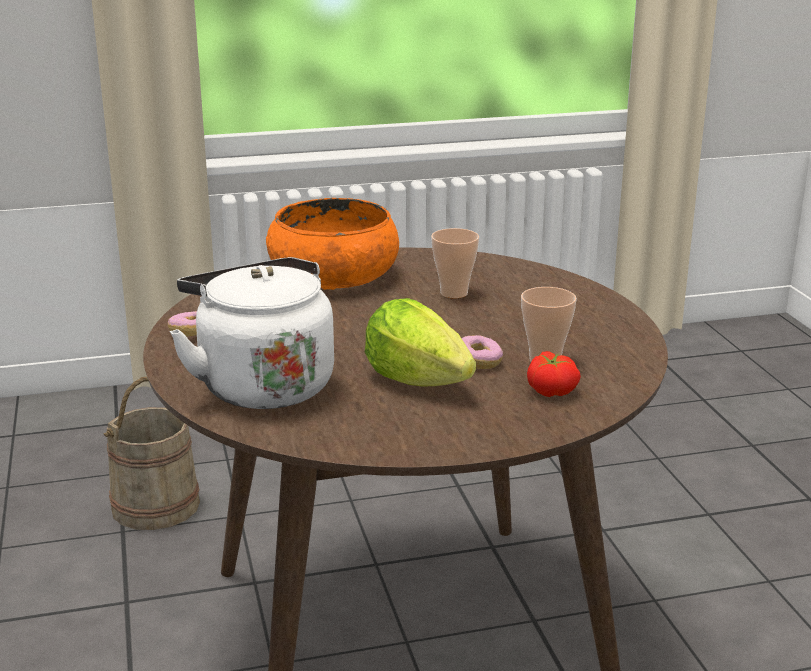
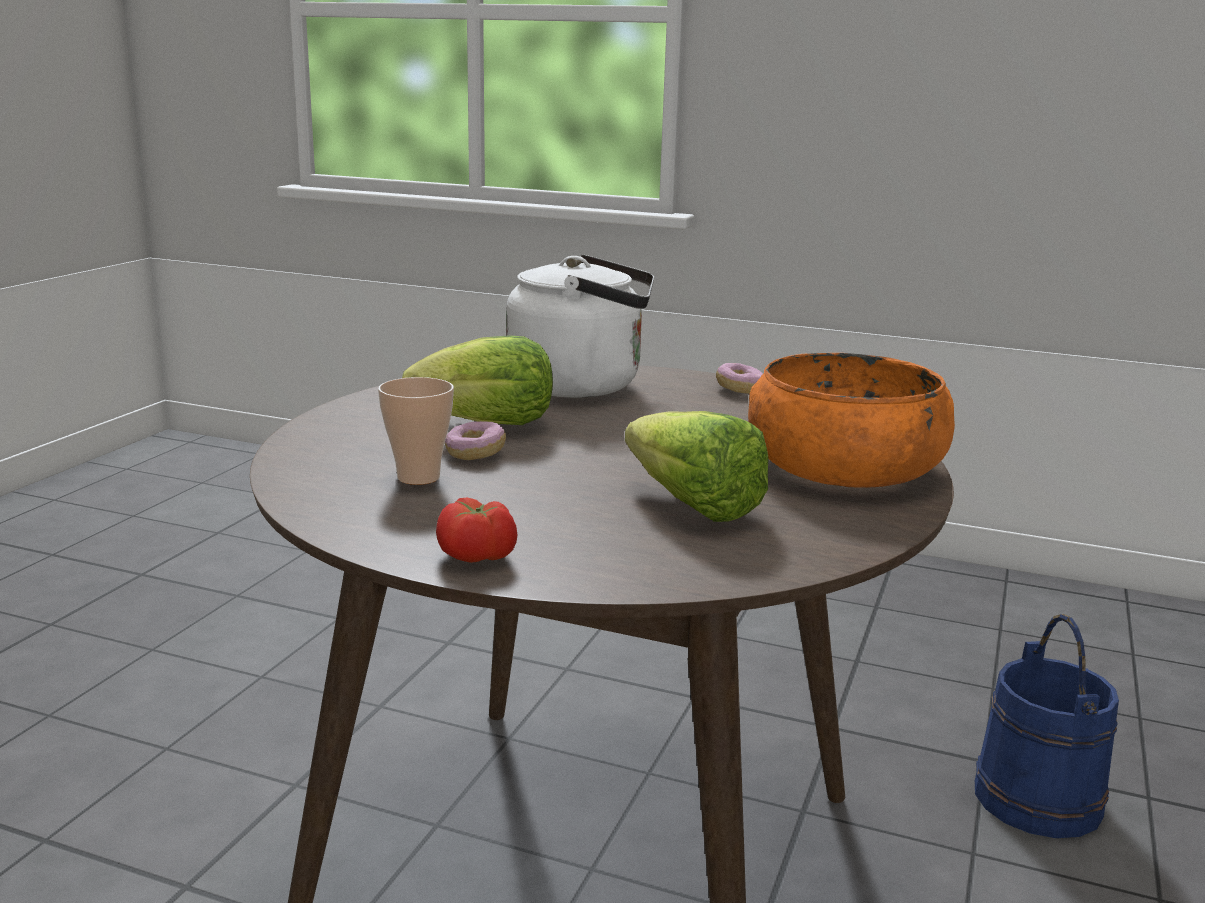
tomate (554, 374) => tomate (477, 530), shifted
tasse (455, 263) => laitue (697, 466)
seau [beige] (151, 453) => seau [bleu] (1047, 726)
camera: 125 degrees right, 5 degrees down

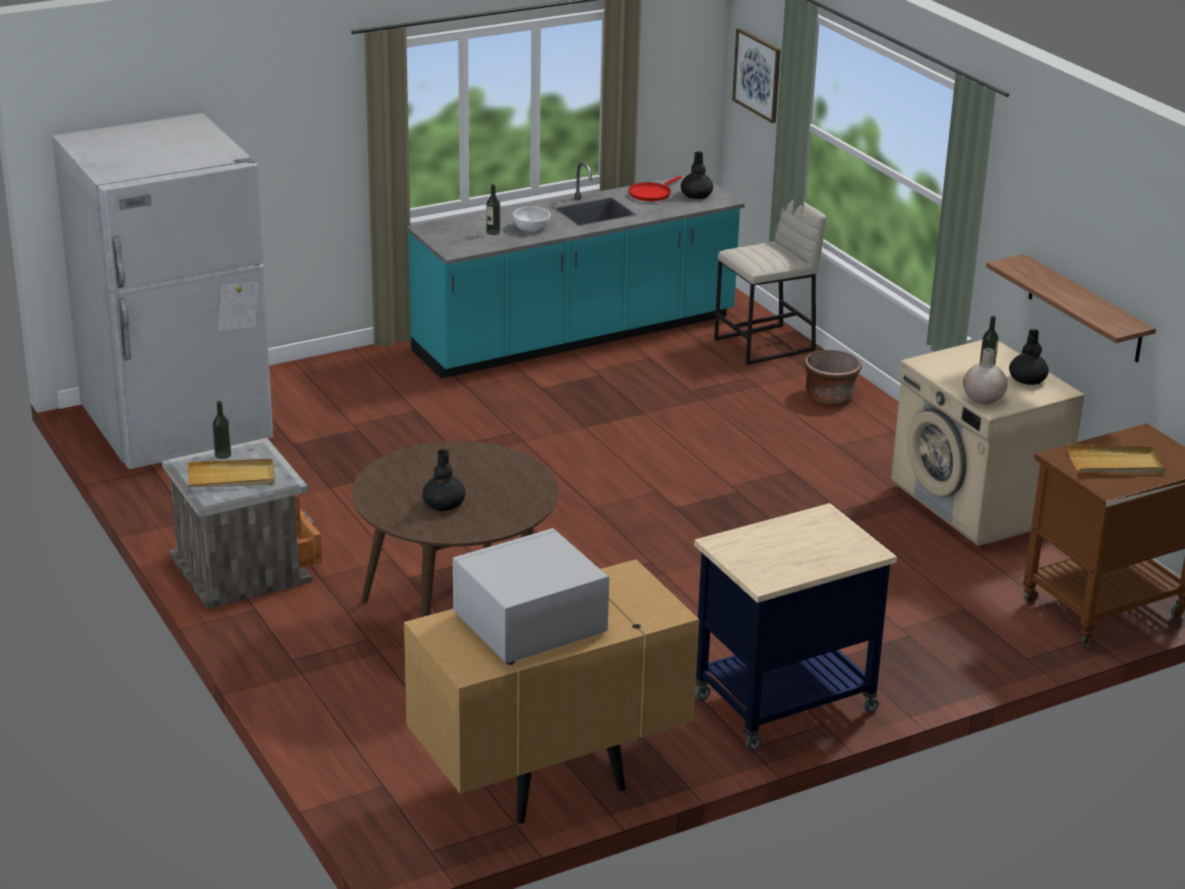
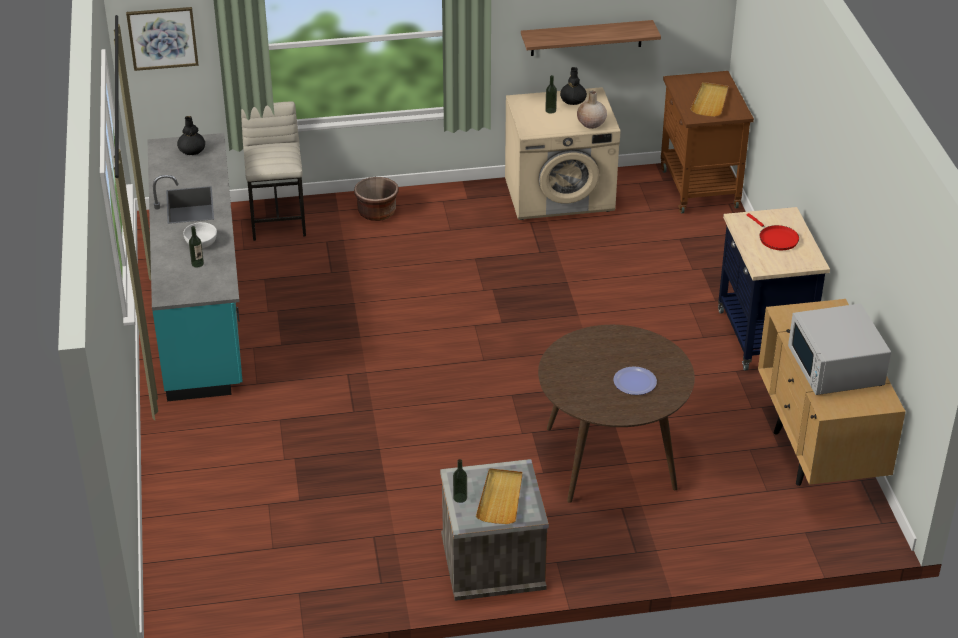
réfrigérateur [blanc] (162, 291) => nothing
poêle [rouge] (655, 188) => poêle [rouge] (773, 231), shifted
vase [noir] (443, 480) => assiette (635, 381)
camera: 70 degrees left, 10 degrees up

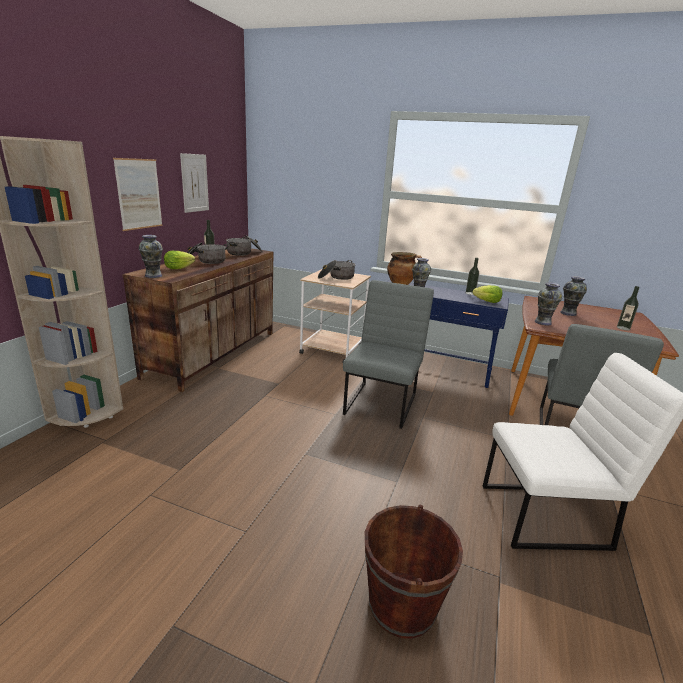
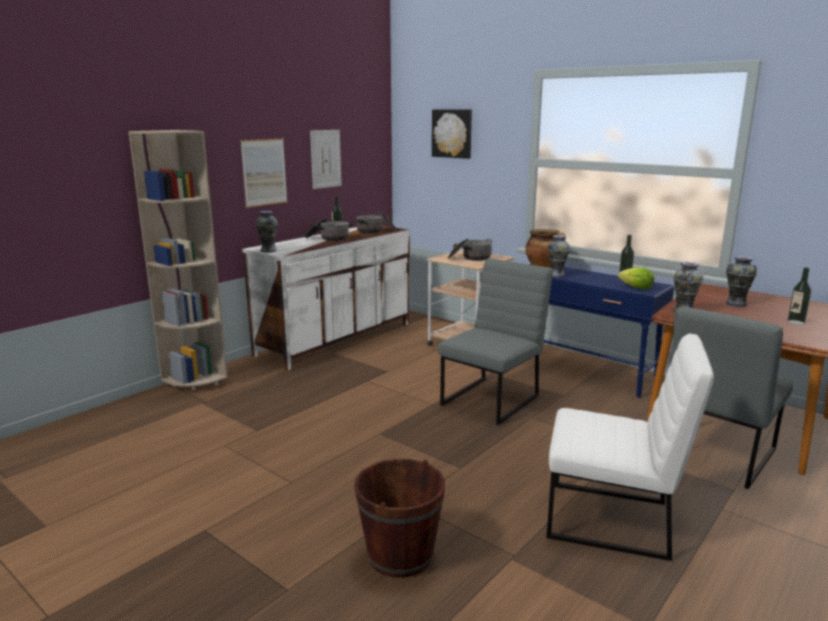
laitue (179, 260) => nothing
nothing => tableau (452, 134)
meuble de rangement [marron] (197, 320) => meuble de rangement [blanc] (326, 298)
camera: 20 degrees right, 5 degrees down

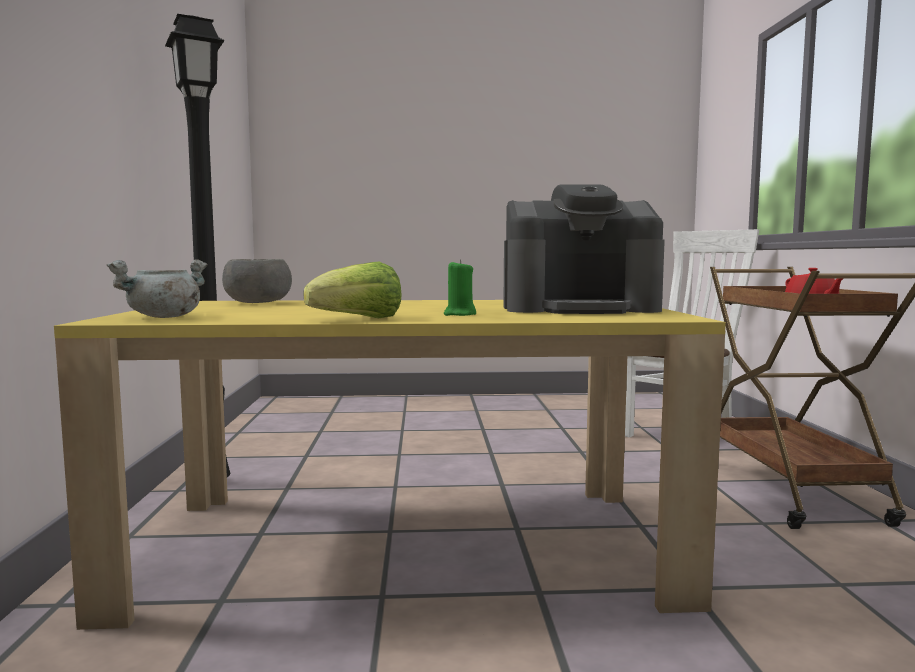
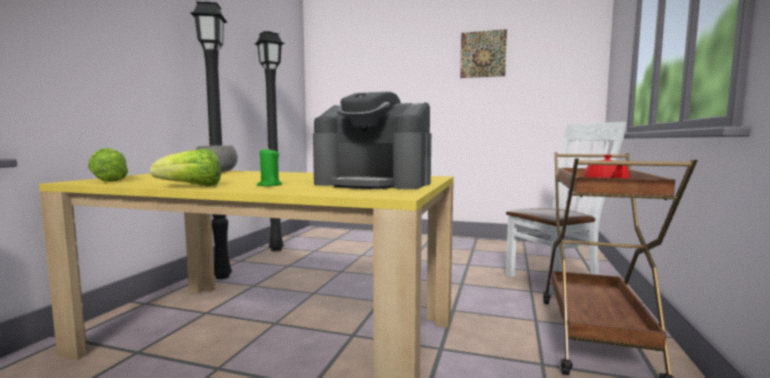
nothing => lampadaire [noir] (270, 141)
nothing => tableau (483, 53)
marmite [gris] (157, 288) => laitue (108, 165)
camera: 20 degrees right, 0 degrees up

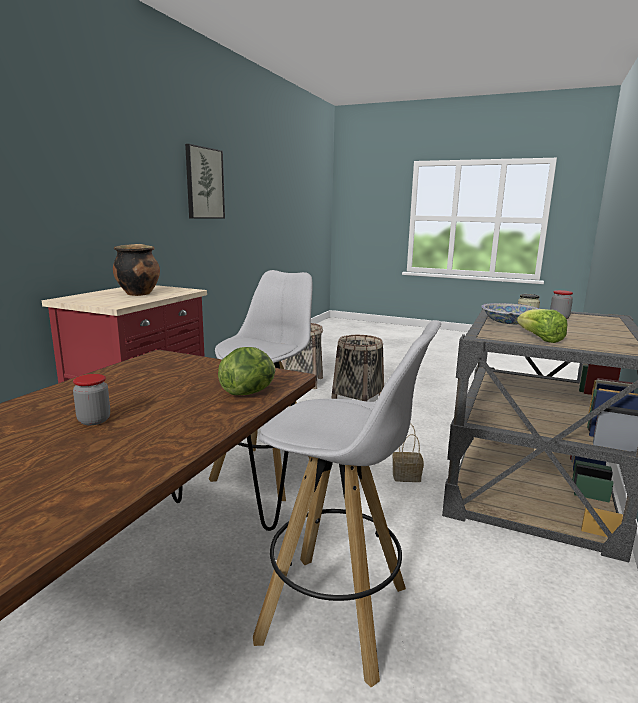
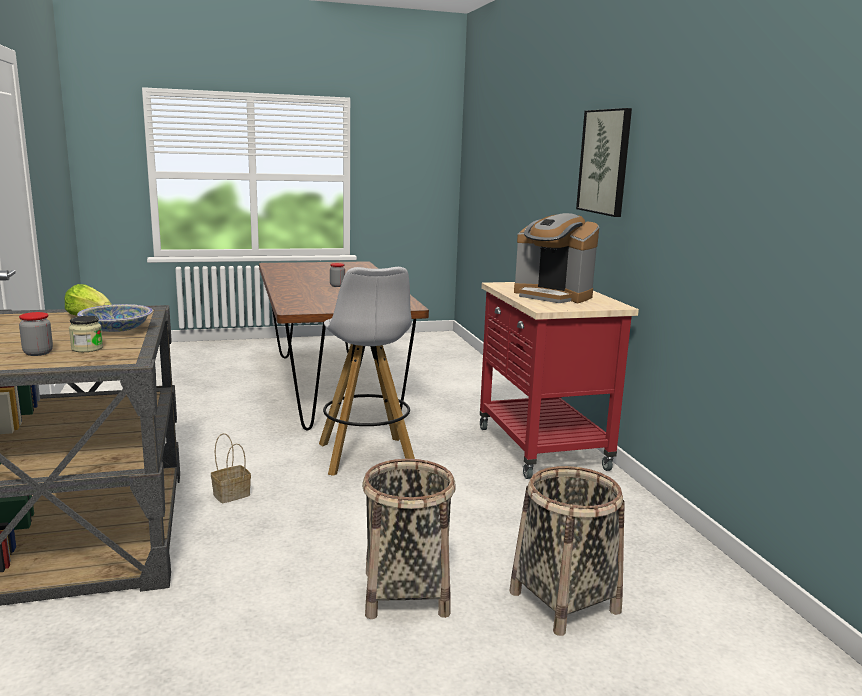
laitue (246, 371) => nothing
tabouret [blanc] (347, 504) => nothing
tableau (205, 181) => tableau (604, 162), shifted
marmite (136, 270) => machine à café (556, 258)
camera: 140 degrees right, 0 degrees up

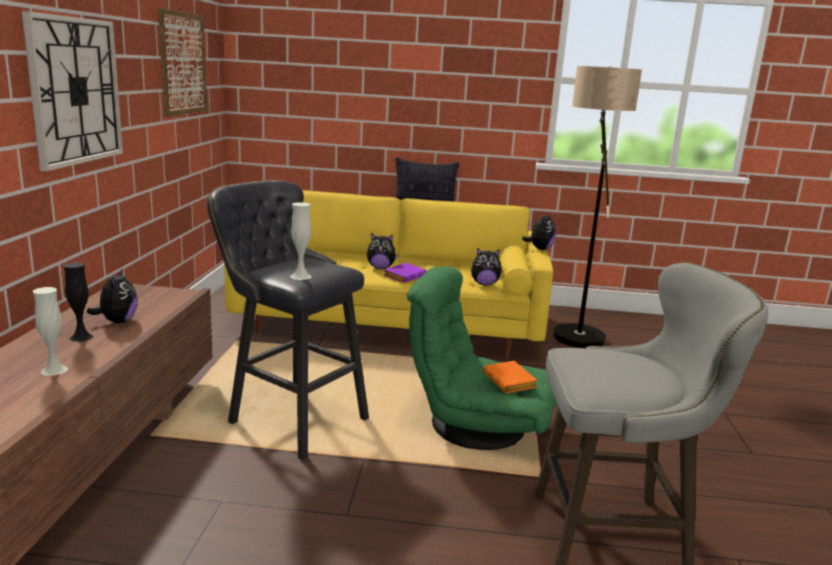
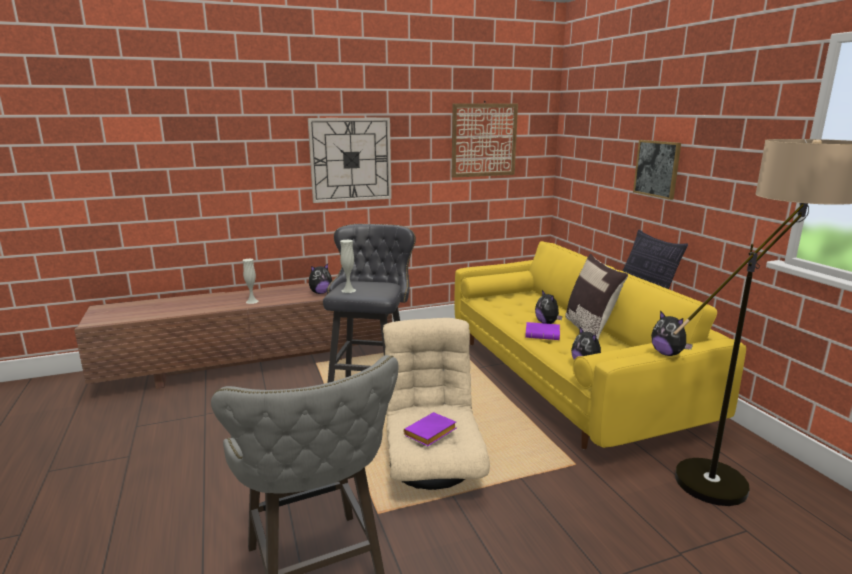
vase [noir] (78, 302) => nothing
nothing => coussin (596, 297)
nothing => tableau (657, 170)
fauteuil [vert] (482, 358) => fauteuil [beige] (436, 404)
livre [orange] (510, 377) => livre [violet] (430, 429)
peluche (539, 231) => peluche (672, 333), 60 degrees clockwise
camera: 65 degrees right, 0 degrees up

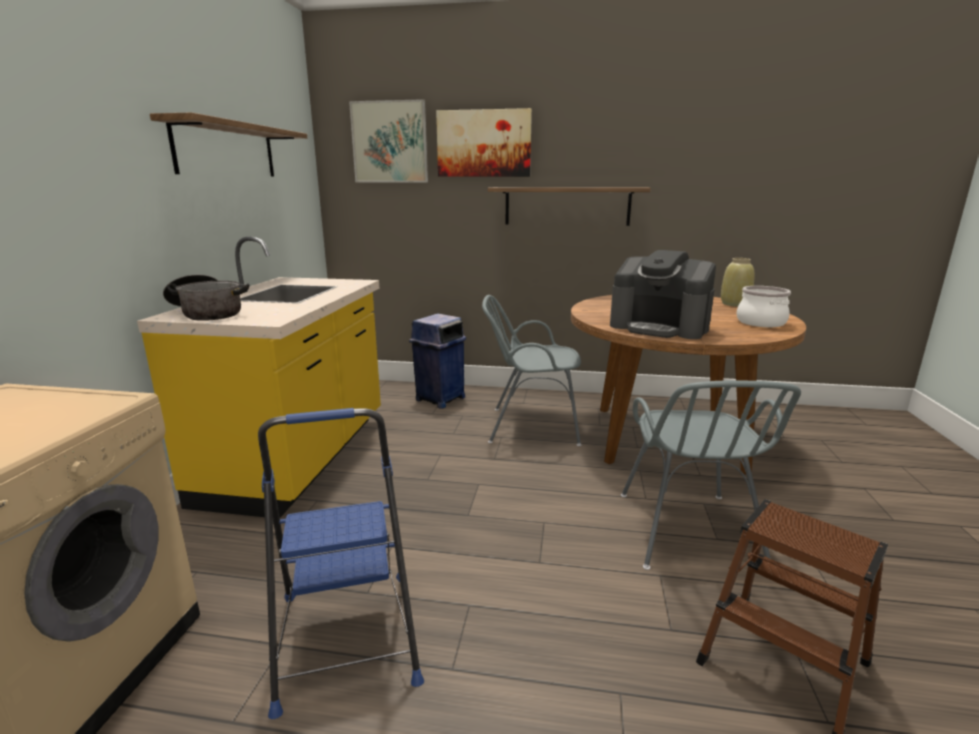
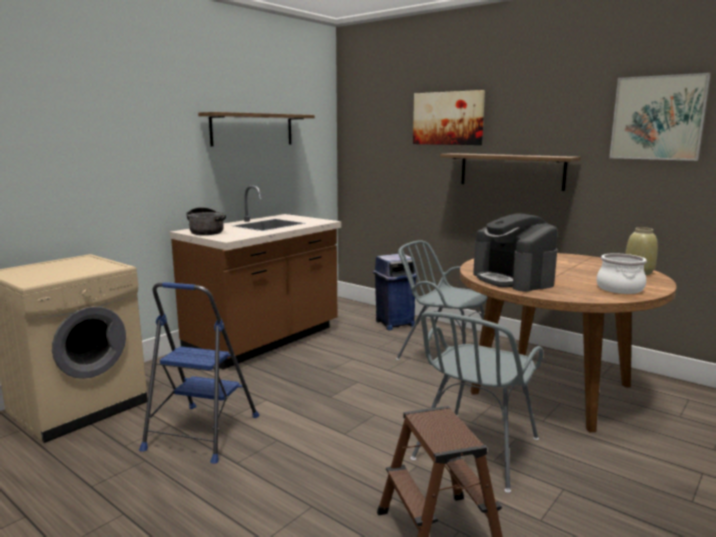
tableau (388, 141) => tableau (660, 117), shifted
comptoir de cuisine [jaune] (259, 377) => comptoir de cuisine [marron] (255, 277)
camera: 30 degrees right, 5 degrees down

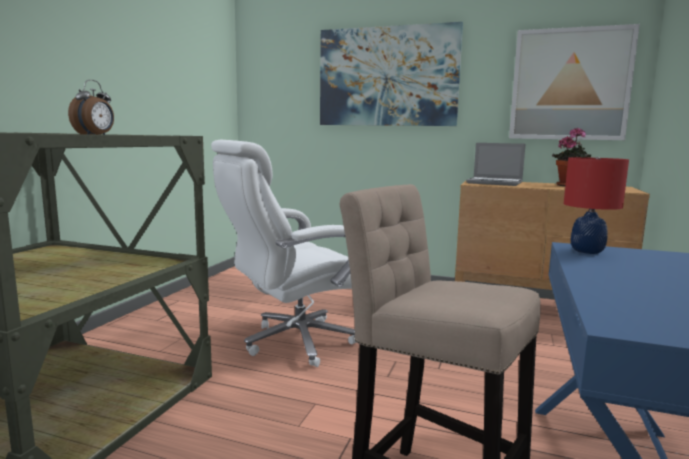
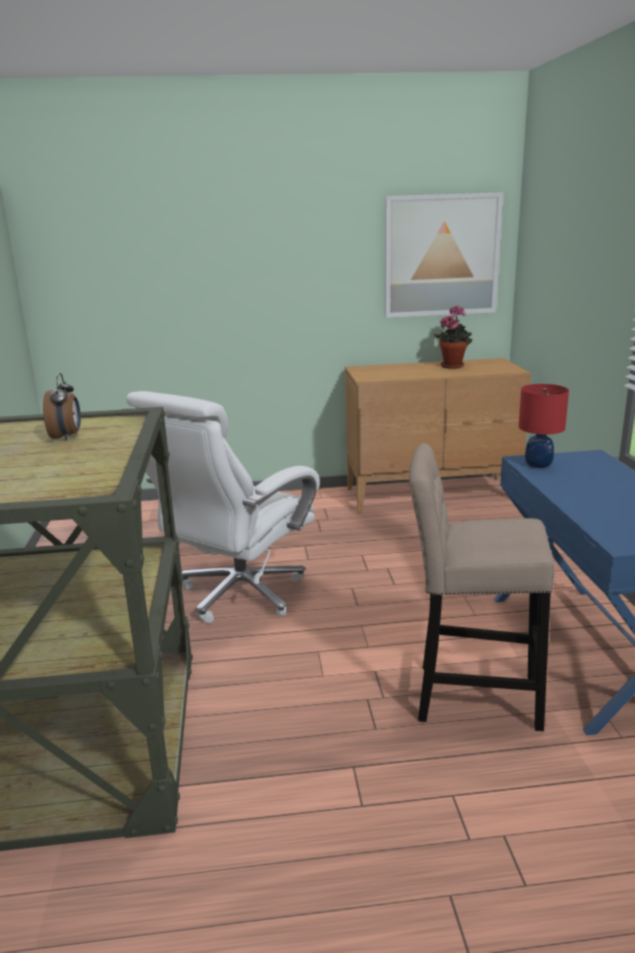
tableau (391, 74) => nothing
ordinateur portable (496, 164) => nothing
camera: 25 degrees left, 10 degrees up

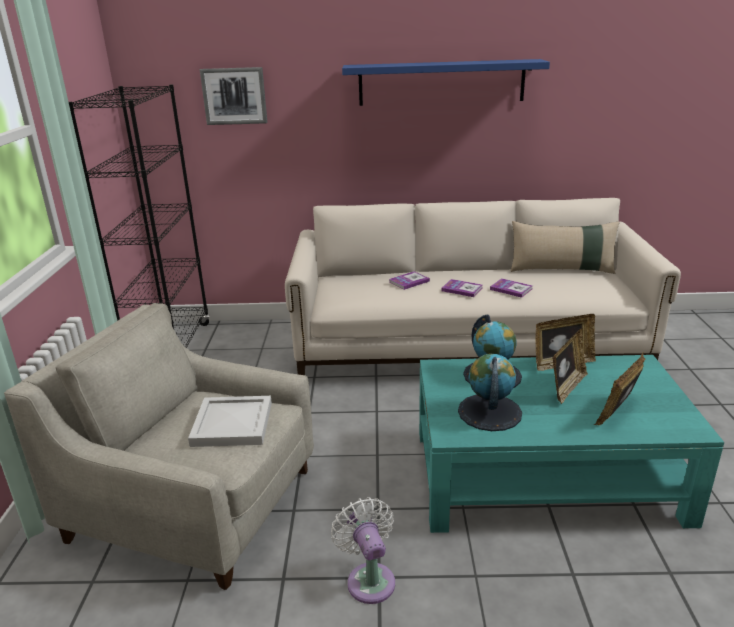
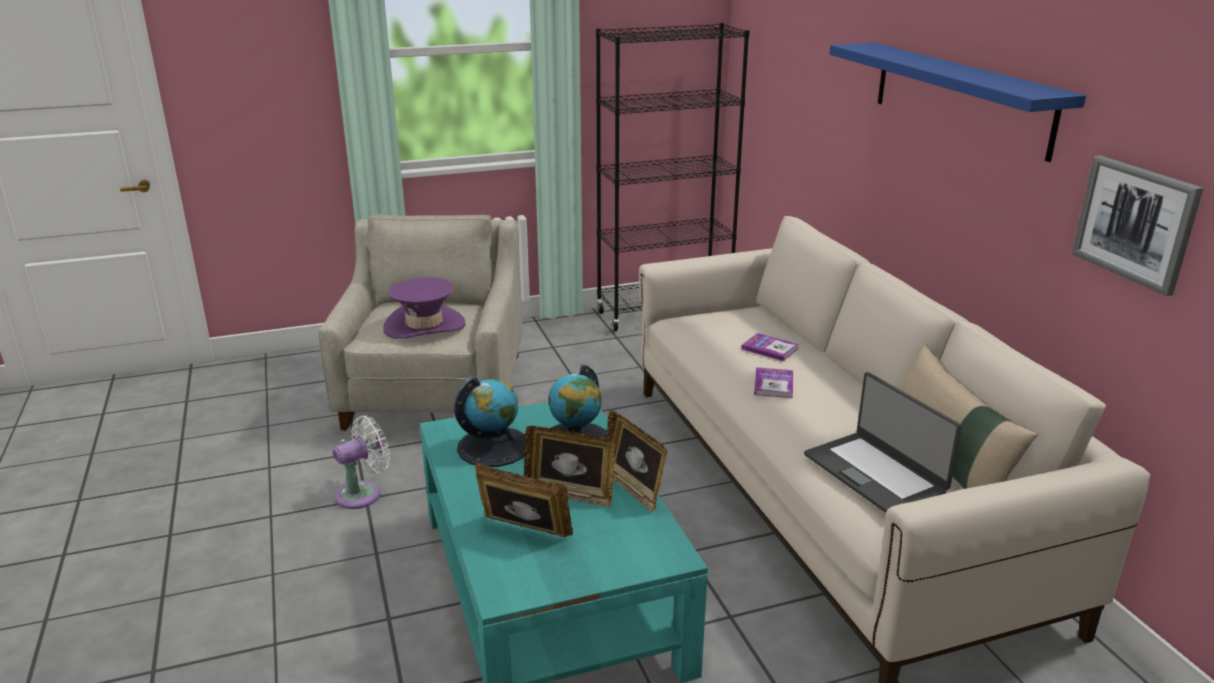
livre (511, 288) => nothing
nothing => ordinateur portable (883, 442)
tableau (234, 96) => tableau (1137, 225), shifted
plateau [blanc] (230, 421) => chapeau [violet] (424, 308)
camera: 70 degrees right, 0 degrees up

